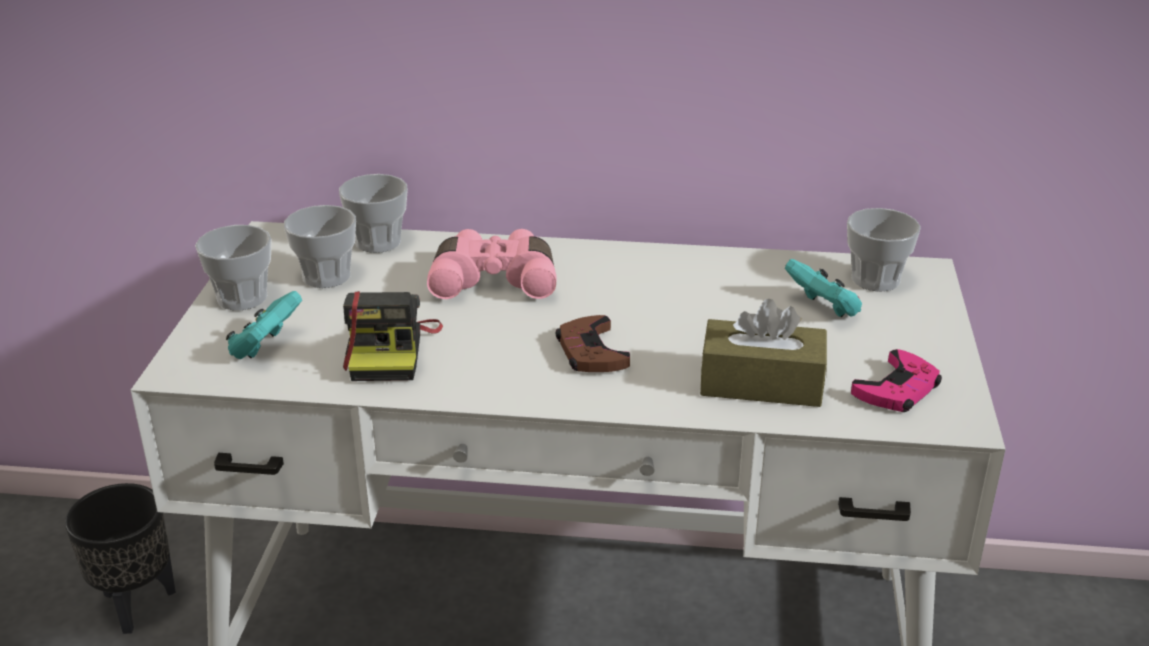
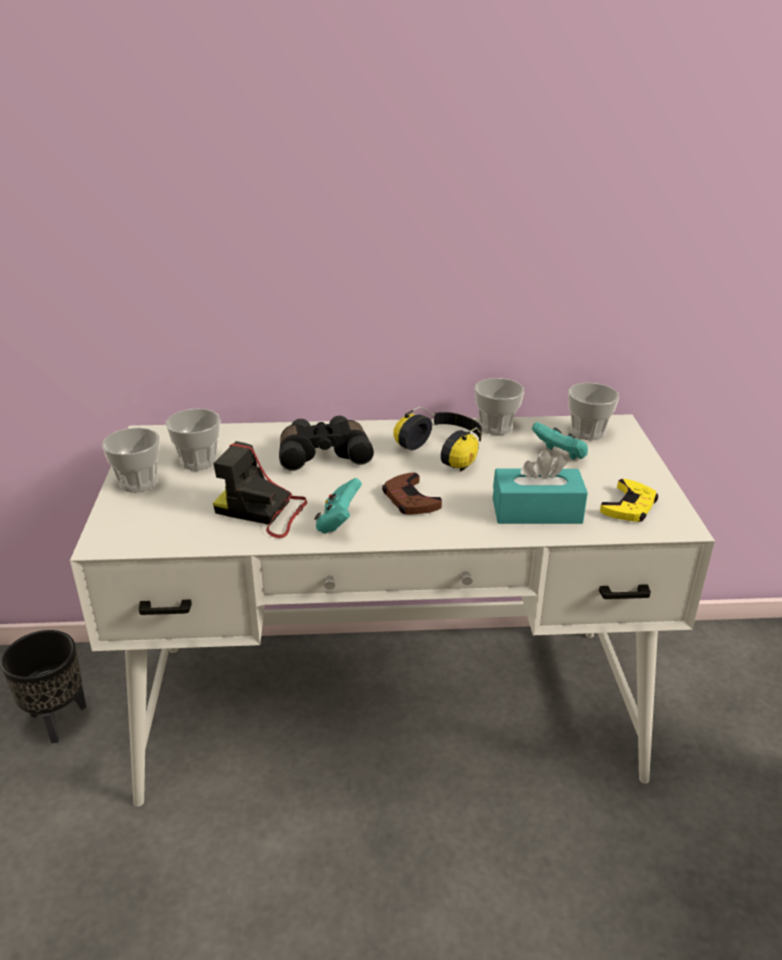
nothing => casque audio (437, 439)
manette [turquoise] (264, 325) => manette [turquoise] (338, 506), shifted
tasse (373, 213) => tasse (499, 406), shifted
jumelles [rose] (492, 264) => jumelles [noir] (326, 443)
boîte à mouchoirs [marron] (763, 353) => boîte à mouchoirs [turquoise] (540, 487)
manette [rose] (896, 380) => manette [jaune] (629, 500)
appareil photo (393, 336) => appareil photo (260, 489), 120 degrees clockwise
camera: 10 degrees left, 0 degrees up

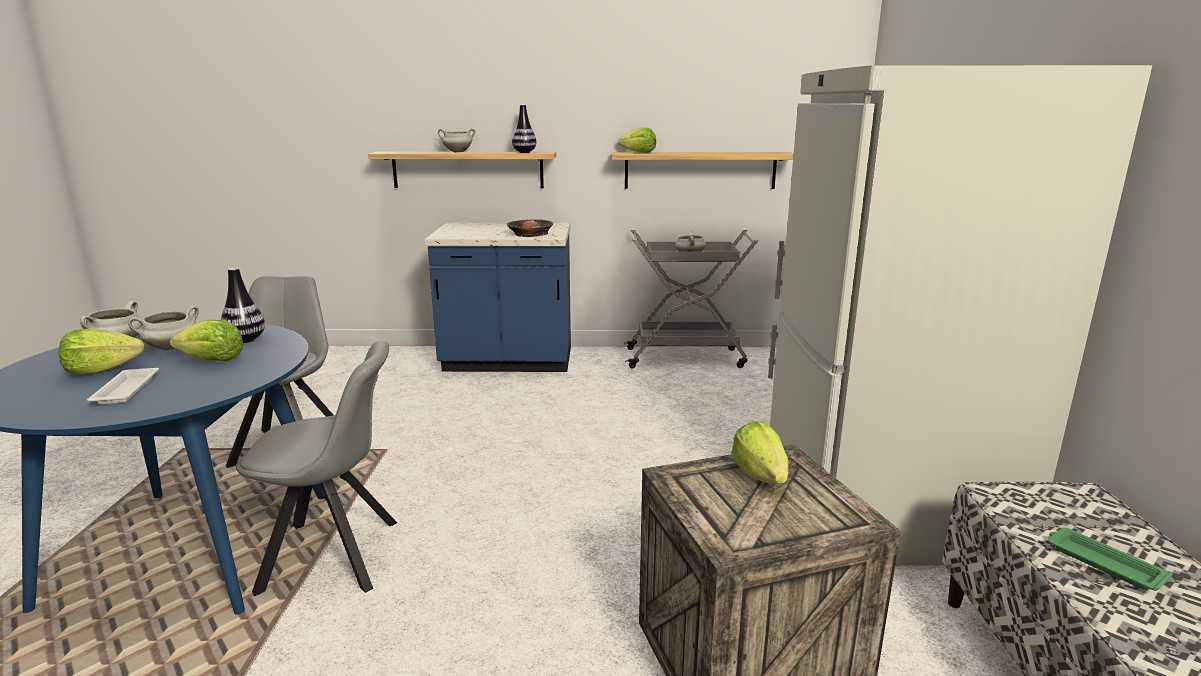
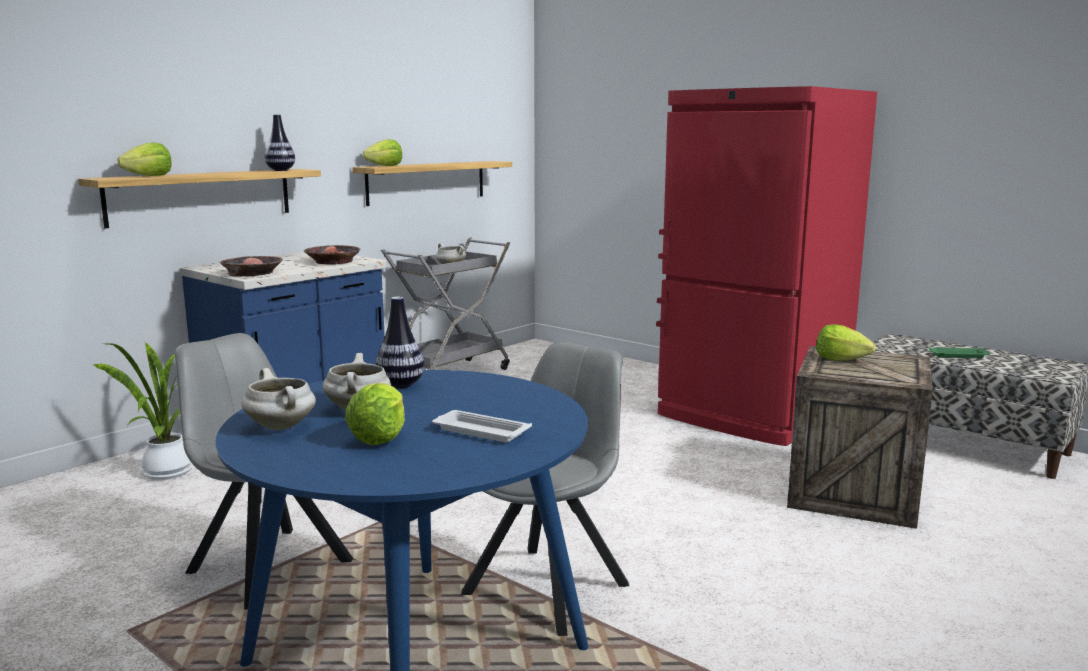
marmite [blanc] (456, 140) => nothing
nothing => plante en pot (143, 411)
nothing => bol (251, 266)
laitue (207, 340) => laitue (144, 159), shifted
réfrigérateur [blanc] (960, 315) => réfrigérateur [rouge] (766, 266)
camera: 50 degrees left, 5 degrees down

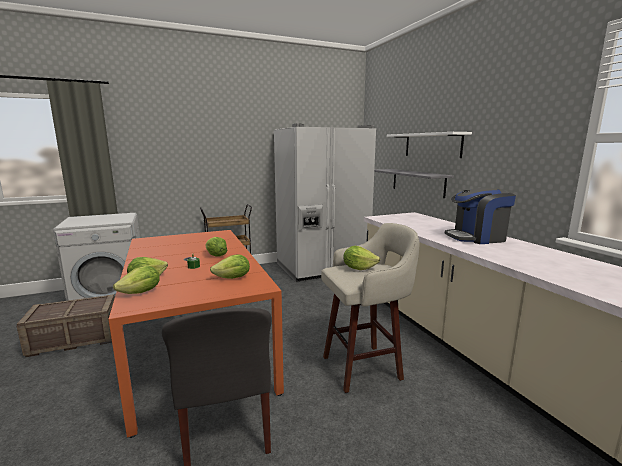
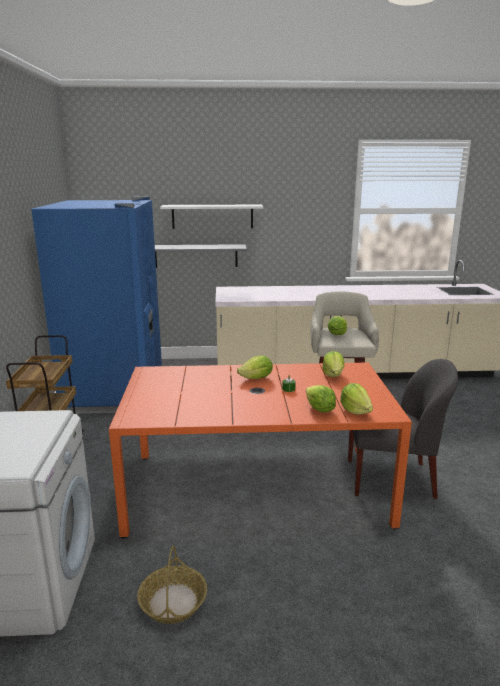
machine à café (480, 216) => nothing
caisse (65, 325) => panier (172, 585)
réfrigérateur [blanc] (325, 202) => réfrigérateur [bleu] (96, 305)
camera: 70 degrees left, 5 degrees up

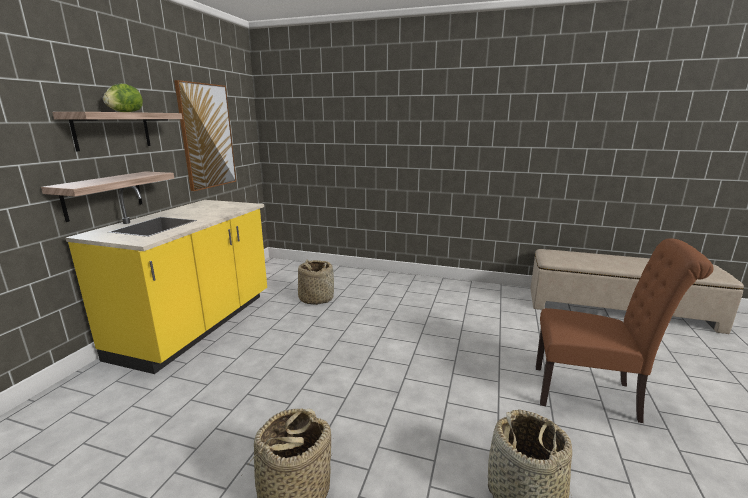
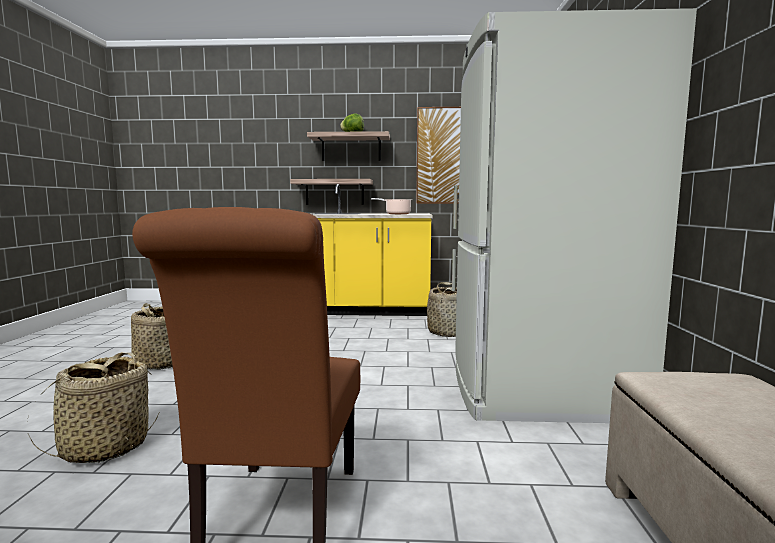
nothing => marmite (391, 206)
nothing => réfrigérateur [blanc] (574, 215)
camera: 75 degrees right, 10 degrees down

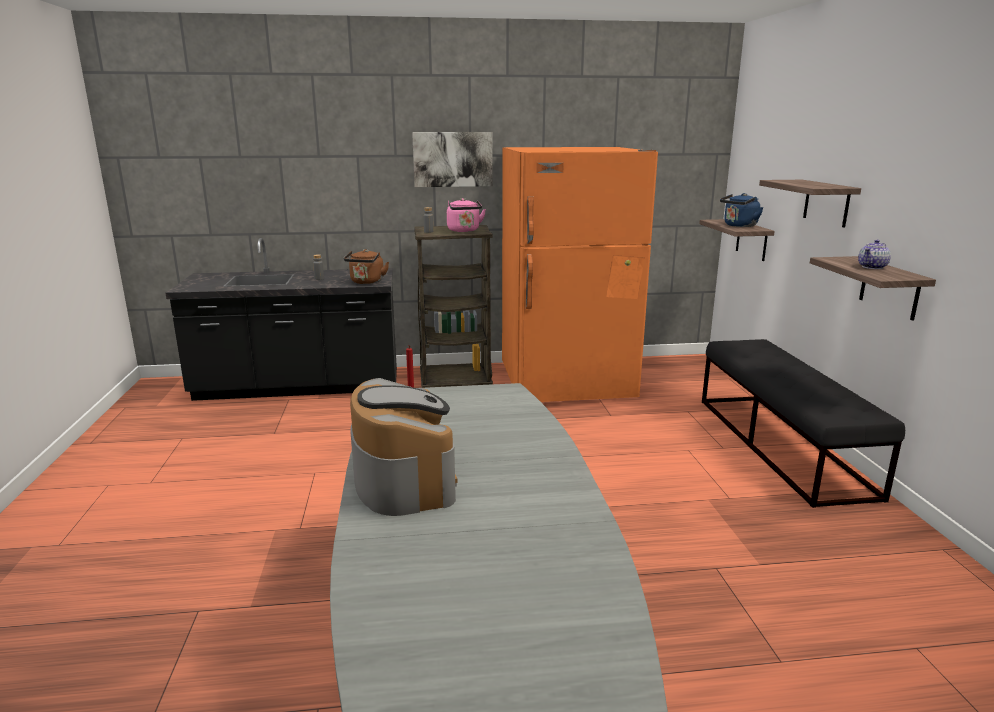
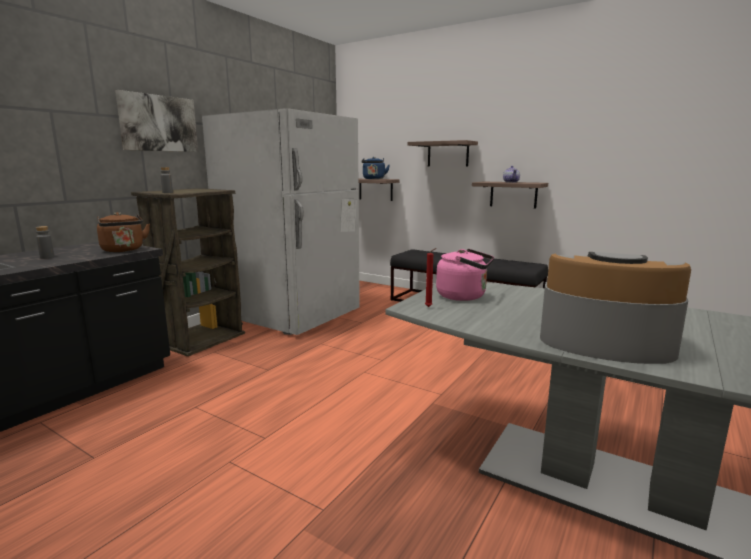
bouilloire [rose] (466, 215) => bouilloire [rose] (465, 275), shifted
réfrigérateur [orange] (580, 274) => réfrigérateur [blanc] (281, 221)
camera: 50 degrees left, 5 degrees down

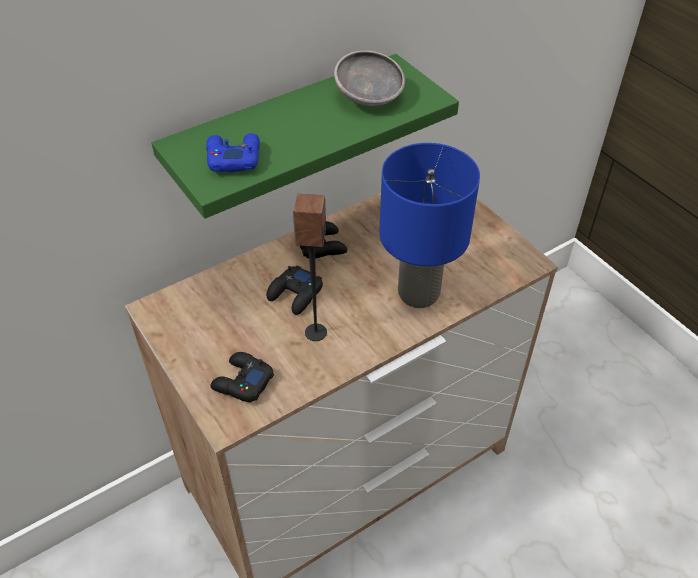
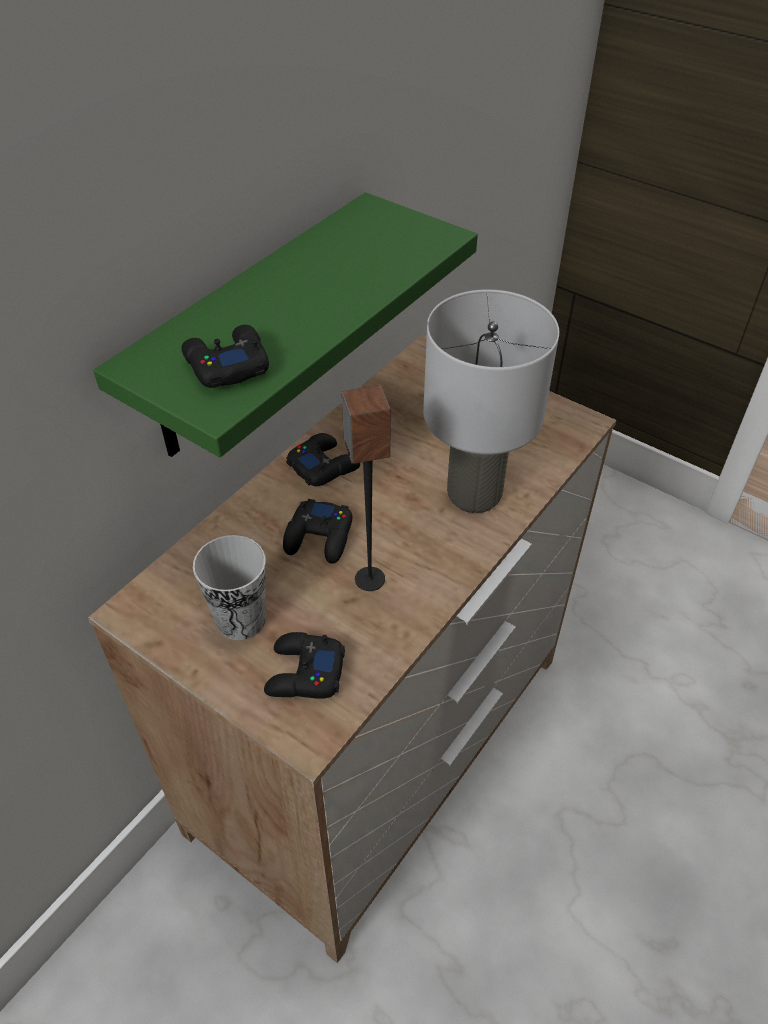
bol [gris] (369, 78) => nothing
nothing => tasse (229, 587)
manette [bleu] (233, 152) => manette [noir] (225, 356)
lampe de table [bleu] (429, 225) => lampe de table [blanc] (491, 401)
camera: 20 degrees left, 0 degrees up

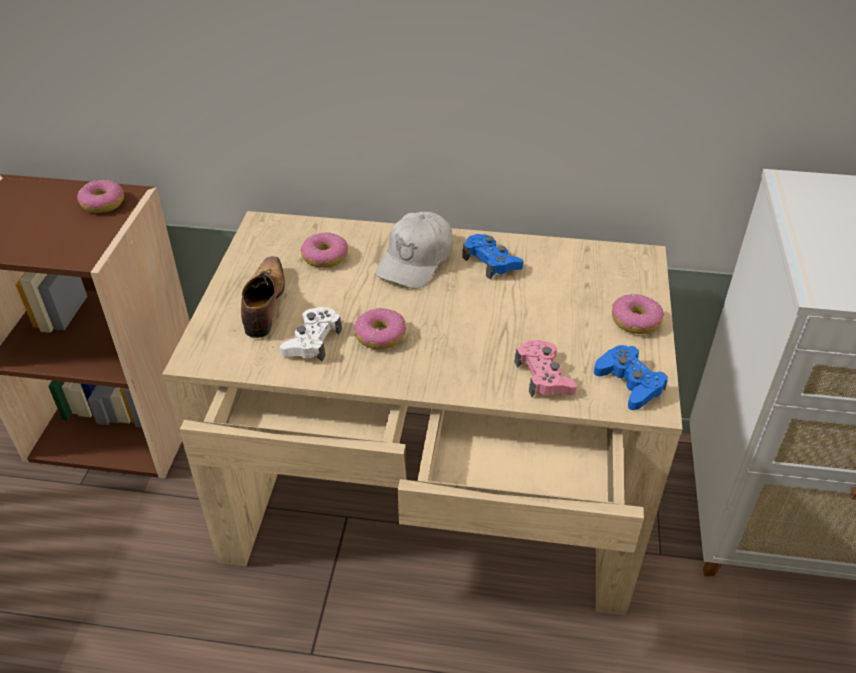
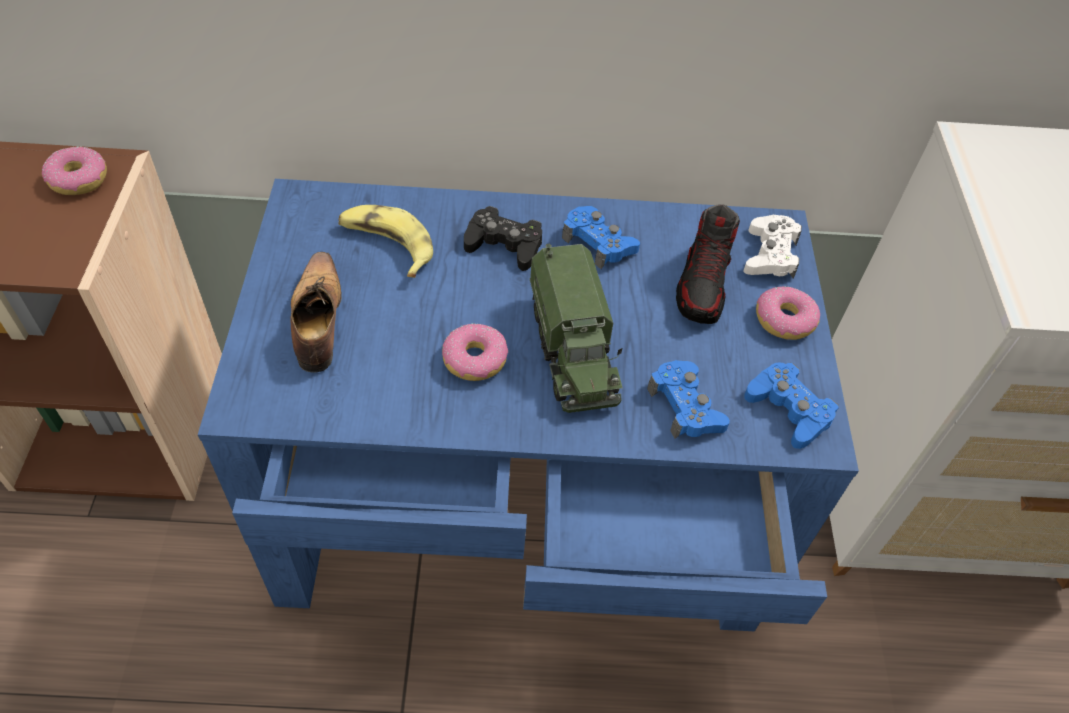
nothing => camion jouet (575, 328)
nothing => chaussure (708, 264)
manette [blanc] (311, 334) => manette [blanc] (772, 247), shifted
beignet (324, 250) => banane (385, 241)
casquette [blanc] (414, 250) => manette [noir] (503, 238)
bureau [beige] (422, 413) => bureau [bleu] (528, 405)
manette [rose] (546, 368) => manette [bleu] (688, 399)
camera: 10 degrees left, 10 degrees up

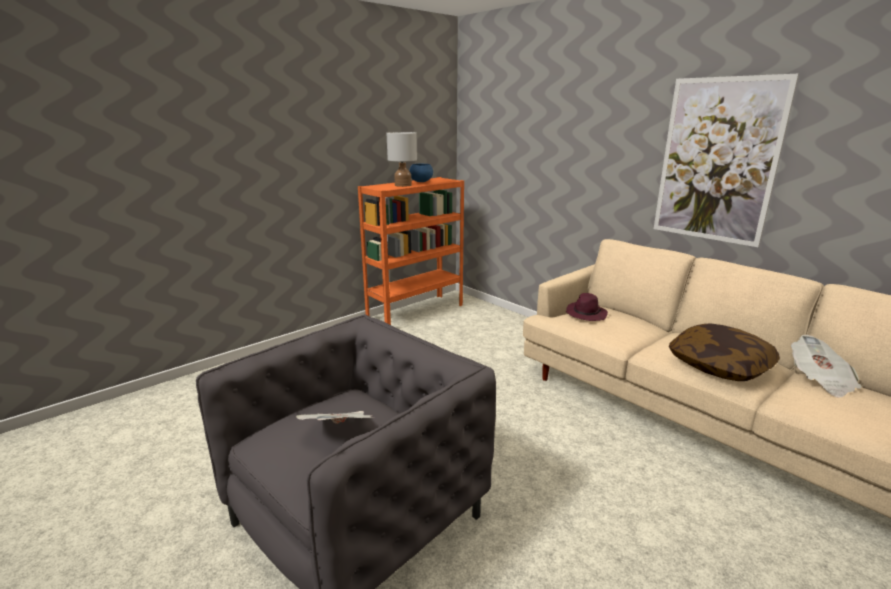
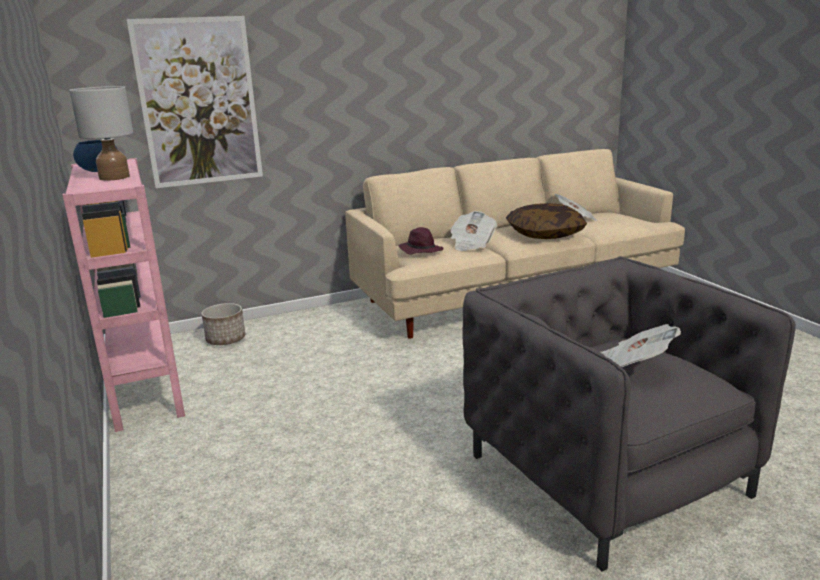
nothing => cache-pot (223, 324)
nothing => journal (473, 231)
tableau (726, 160) => tableau (194, 102), shifted
bibliothèque [orange] (411, 251) => bibliothèque [rose] (124, 295)
camera: 70 degrees left, 0 degrees up

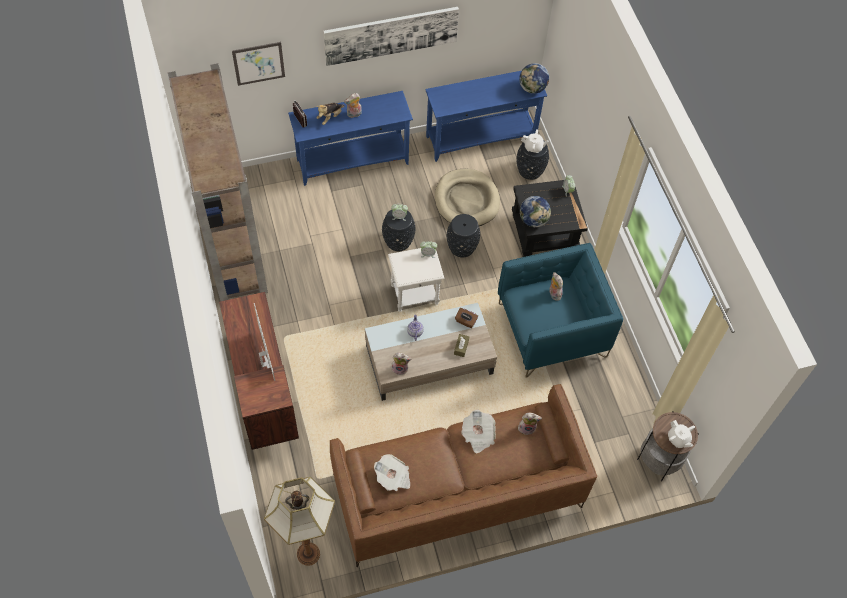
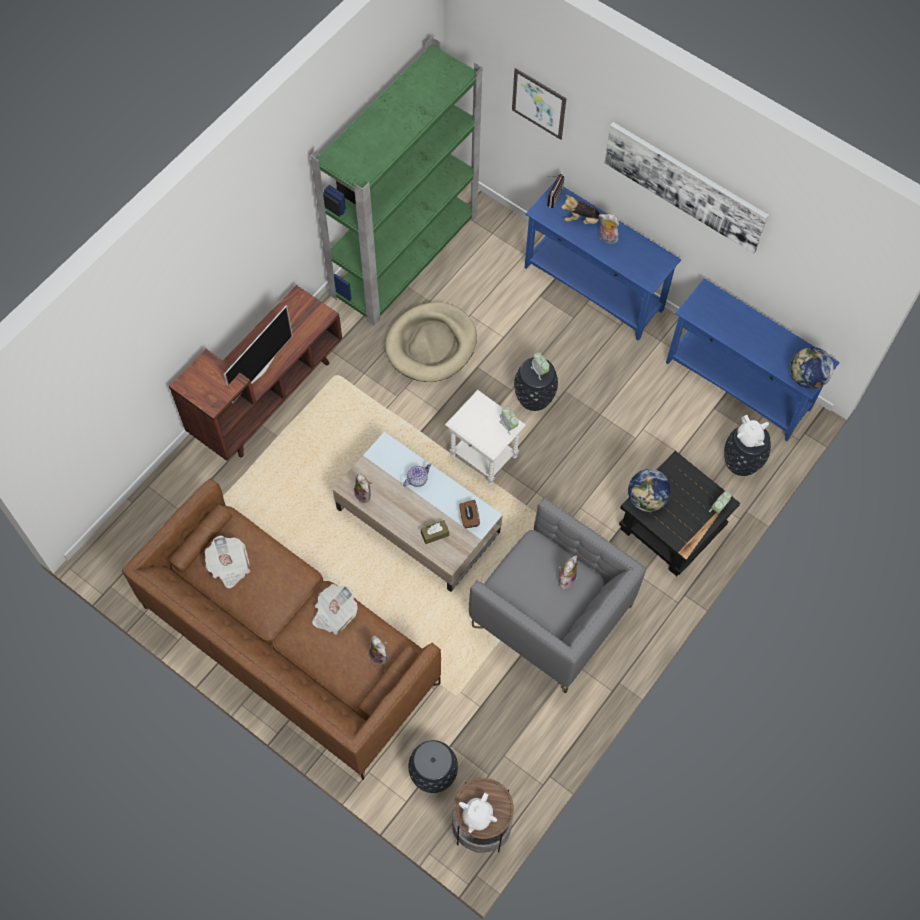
lampadaire (299, 521) => nothing
panier pour chien [beige] (467, 197) => panier pour chien [beige] (431, 342), shifted
tabouret [noir] (463, 236) => tabouret [noir] (433, 766), shifted
bibliothèque [marron] (217, 182) => bibliothèque [vert] (396, 181)
fauteuil [bleu] (560, 310) => fauteuil [gris] (557, 595)
camera: 55 degrees right, 5 degrees up

